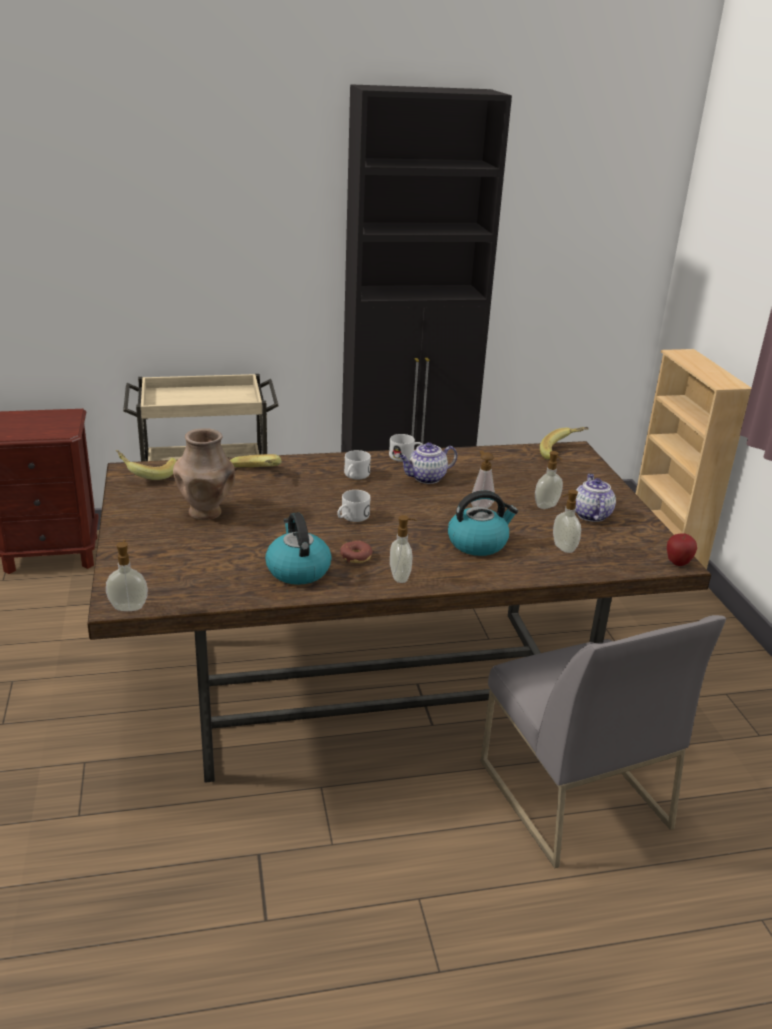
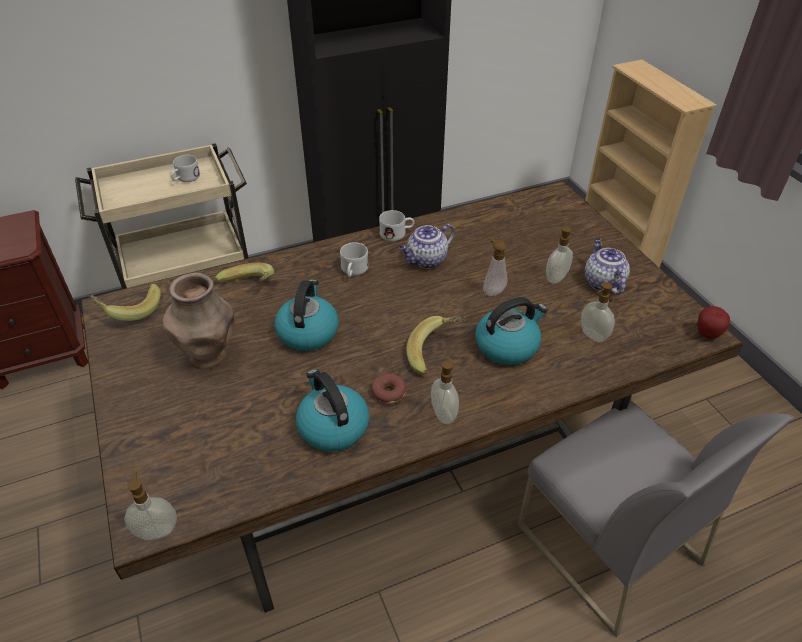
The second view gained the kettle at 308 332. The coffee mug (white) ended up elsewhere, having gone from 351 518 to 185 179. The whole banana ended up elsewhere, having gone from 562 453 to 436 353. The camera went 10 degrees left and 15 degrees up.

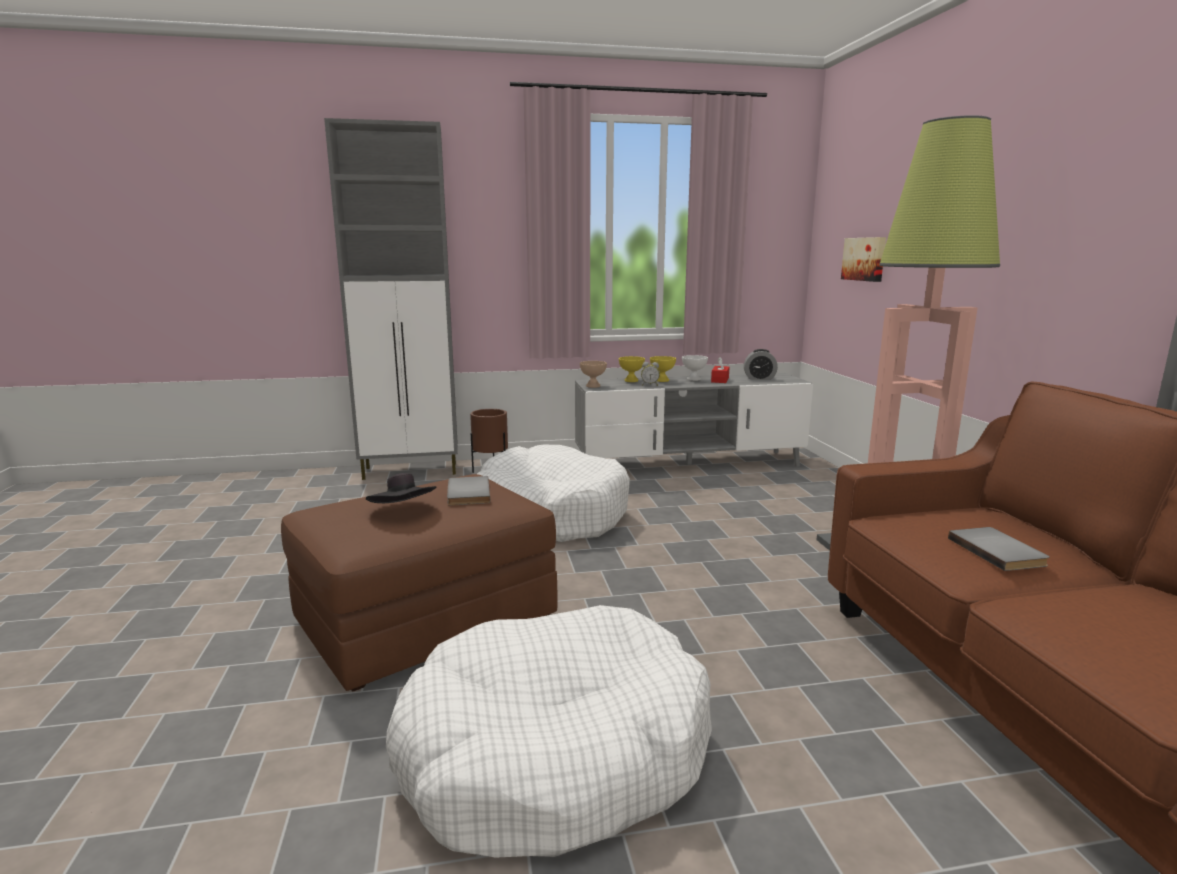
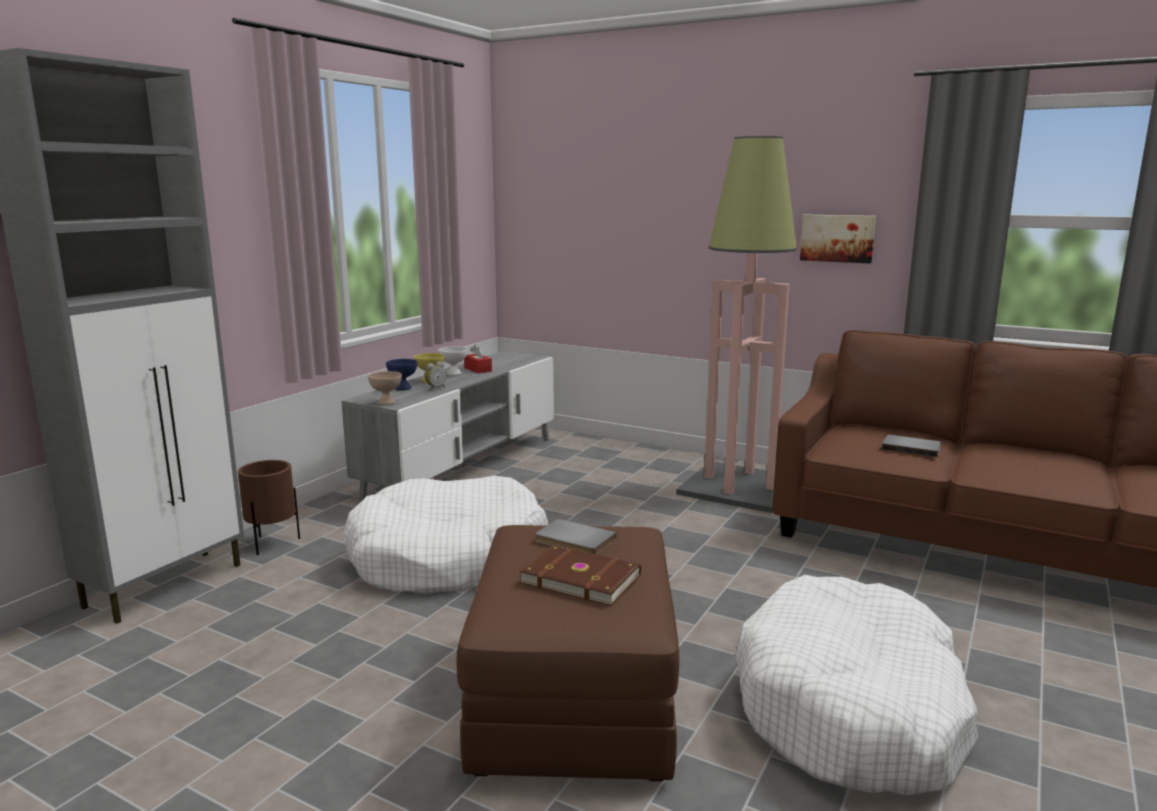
The second view lost the bedside clock at 759 378. The wall art ended up elsewhere, having gone from 865 259 to 837 238. Where the clothing hat (black-coloured) stood at 404 511, the book (brownish) came to stand at 580 578. What was the deep dish (yellow-coloured) at 631 381 turned into the deep dish (blue-coloured) at 403 388. The camera went 50 degrees left and 0 degrees up.

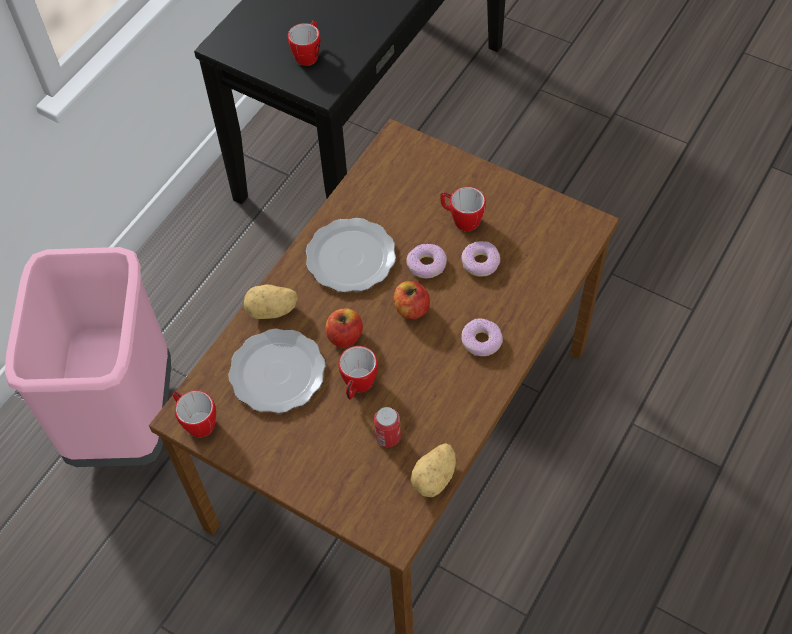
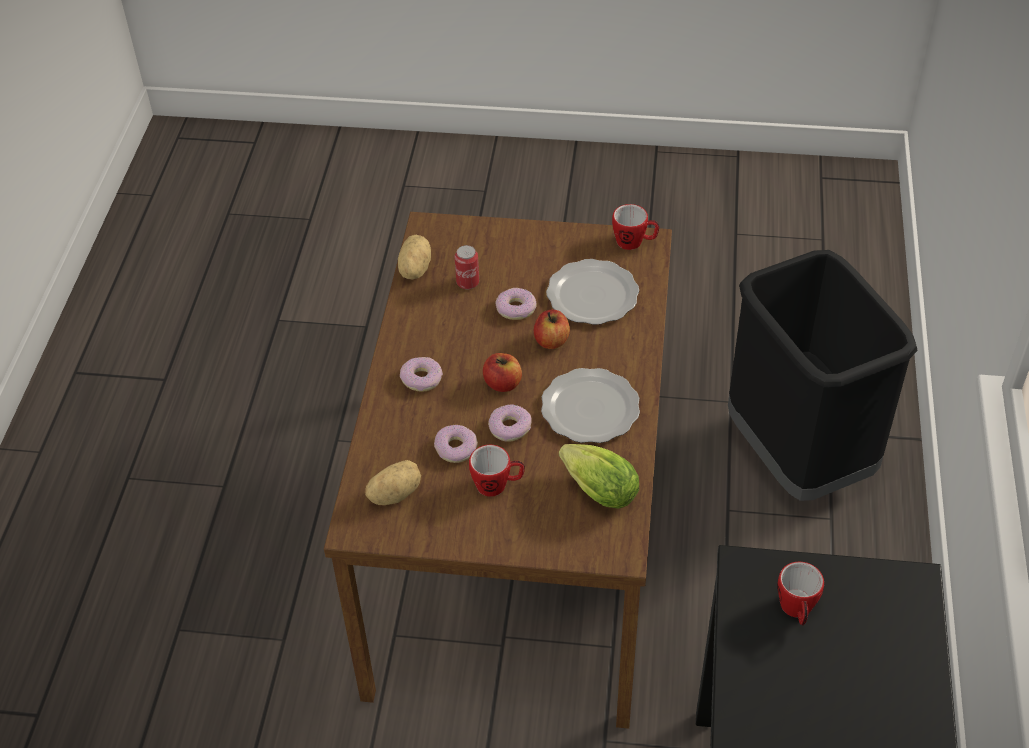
The second view gained the head of lettuce at 595 489. The spud ended up elsewhere, having gone from 272 311 to 394 493. Where the coffee mug stood at 357 386, the donut came to stand at 515 308. What was the trash can (pink) at 124 417 turned into the trash can (black-coloured) at 799 457. The camera went 155 degrees right and 10 degrees down.

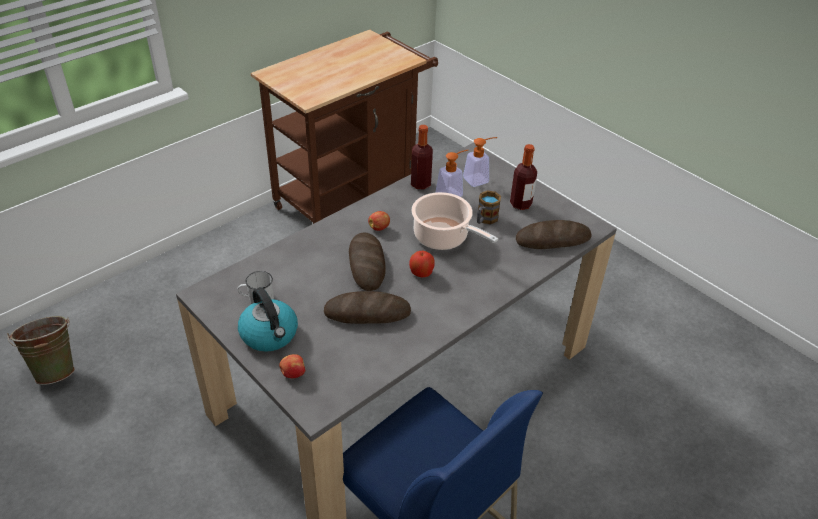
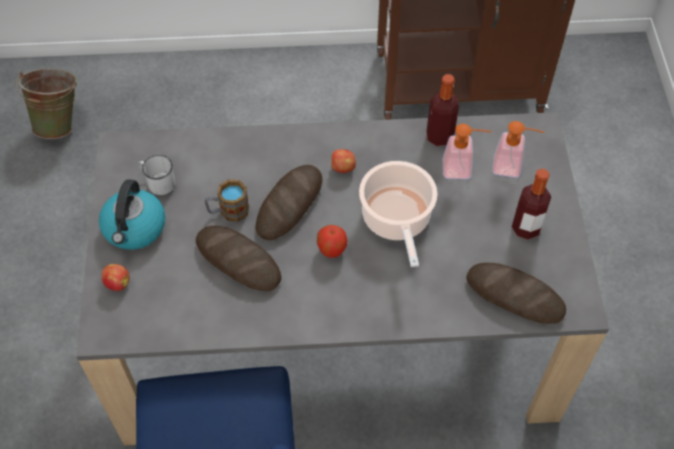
The coffee mug ended up elsewhere, having gone from 485 219 to 228 211. The camera went 40 degrees right and 15 degrees up.

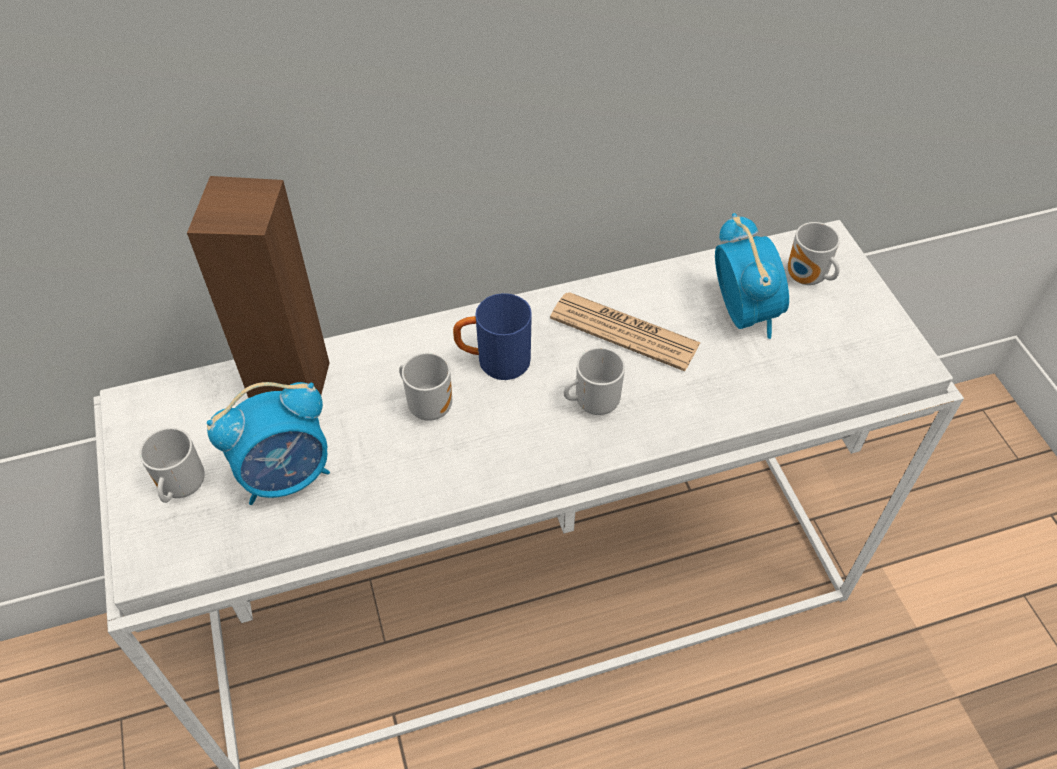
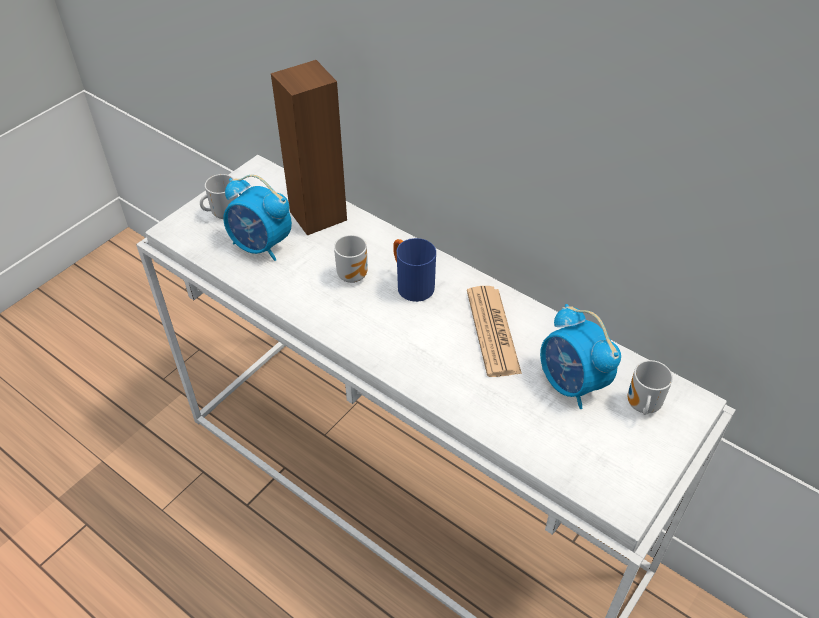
The second view lost the coffee mug at 593 403. The bedside clock at 742 313 ended up facing another way, 105 degrees clockwise from before. The camera went 55 degrees right and 5 degrees down.

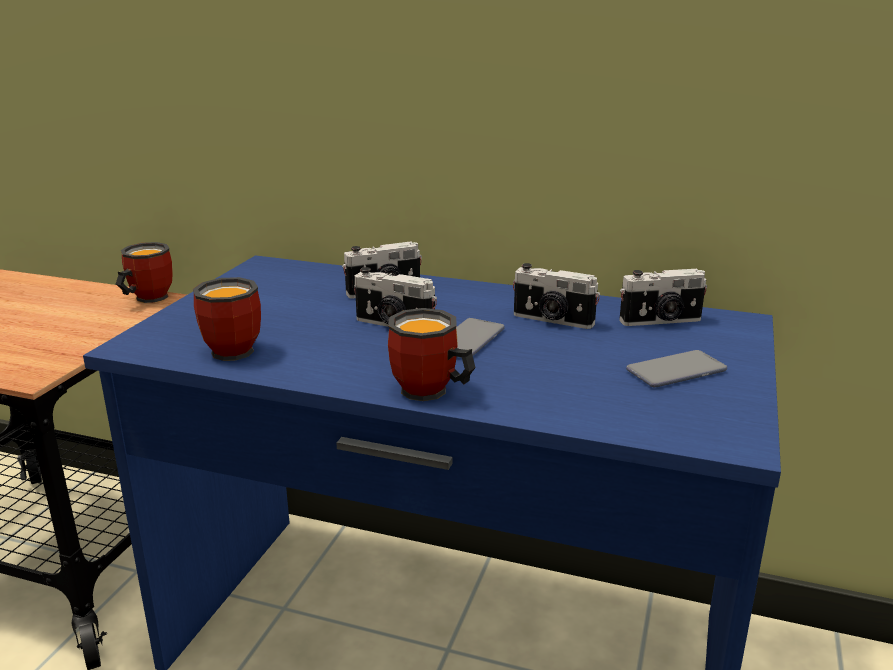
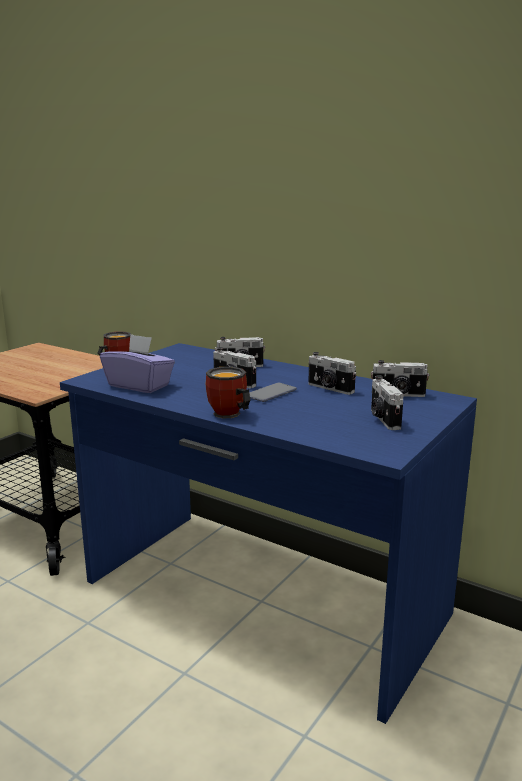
Where the coffee mug stood at 236 348, the box of tissues (purple-coloured) came to stand at 139 385. Where the phone stood at 676 371, the still camera came to stand at 383 419. The camera went 15 degrees right and 5 degrees down.

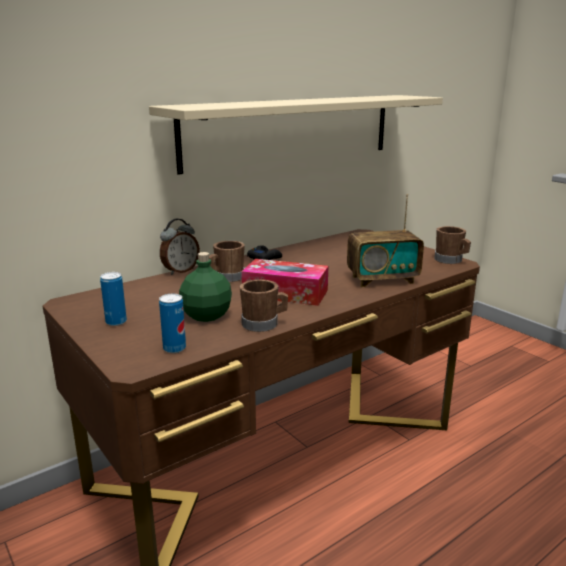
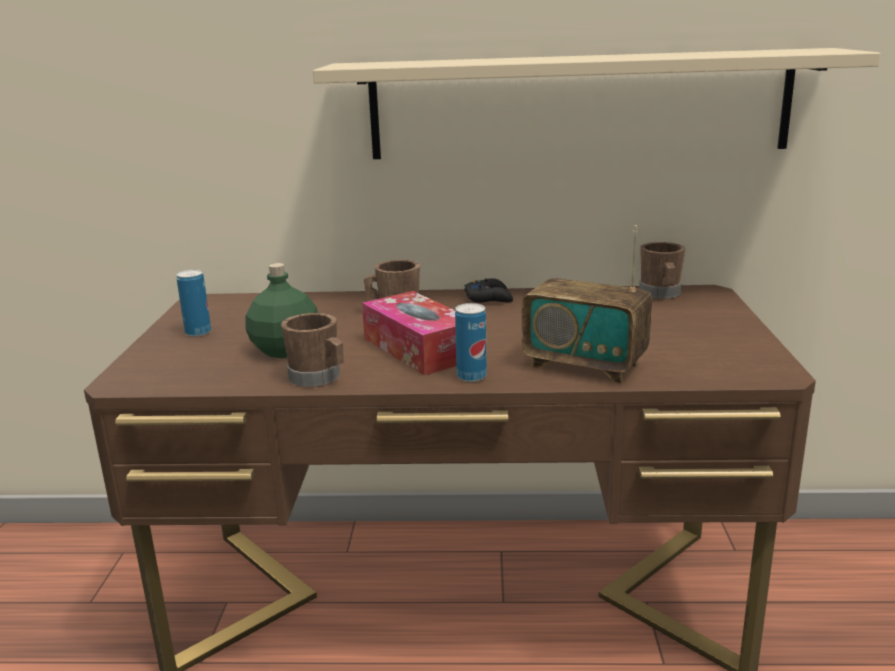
The second view lost the bedside clock at 180 271. The can ended up elsewhere, having gone from 174 348 to 471 376. The coffee mug (brownish) ended up elsewhere, having gone from 450 260 to 661 294. The camera went 40 degrees right and 0 degrees up.

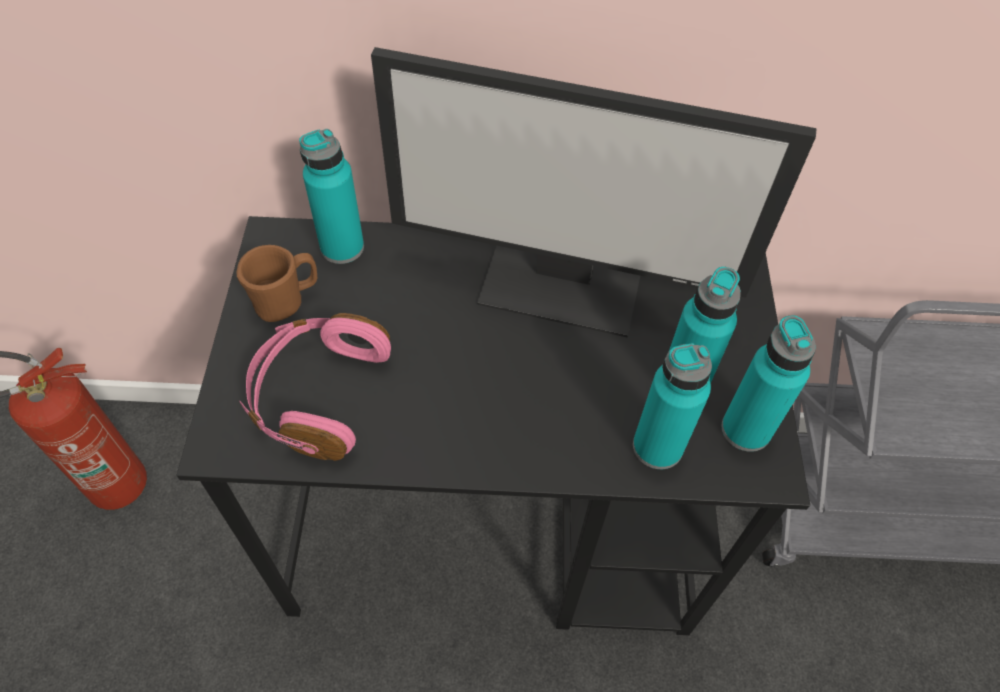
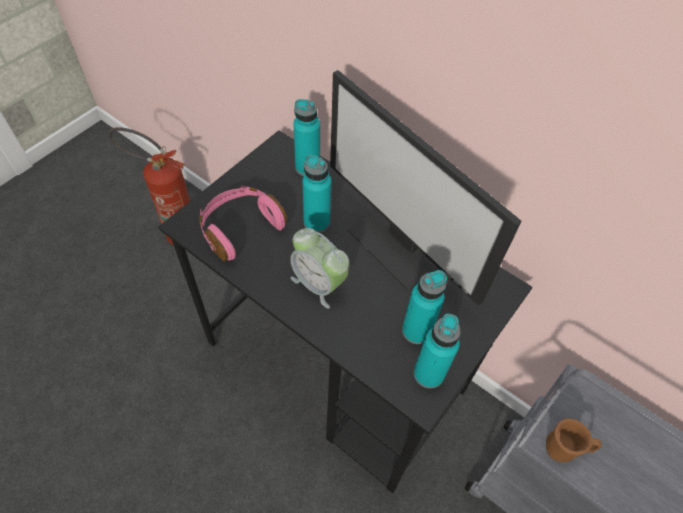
The second view gained the bedside clock at 318 284. The coffee mug (brownish) ended up elsewhere, having gone from 286 301 to 565 448. The drink bottle (blue-green) ended up elsewhere, having gone from 657 446 to 316 222. The camera went 35 degrees right and 0 degrees up.

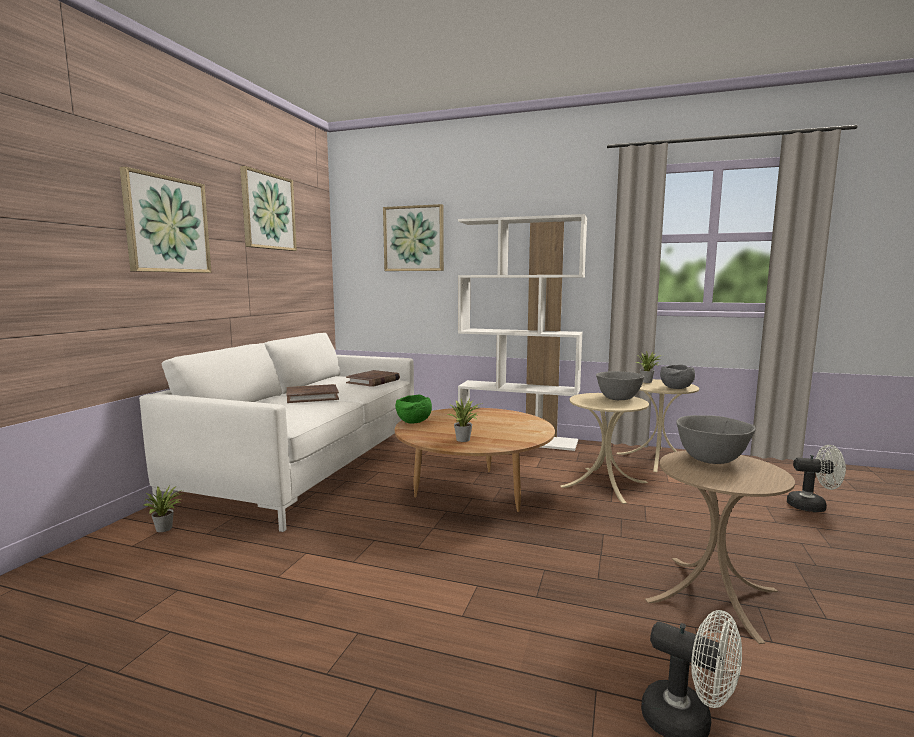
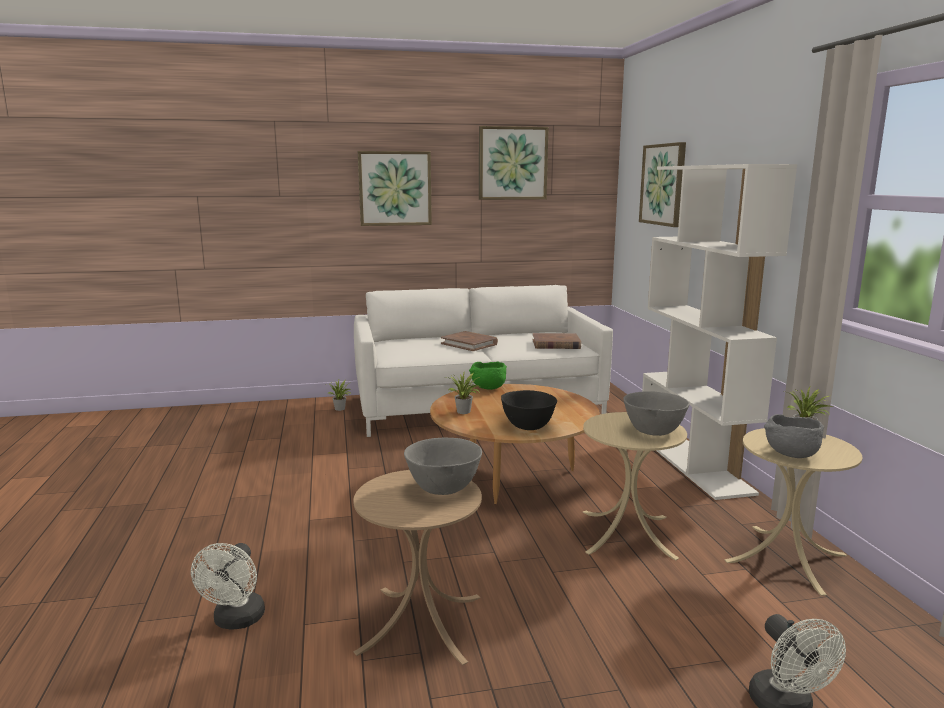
The second view gained the deep dish (black-coloured) at 527 426. The camera went 60 degrees right and 5 degrees up.

